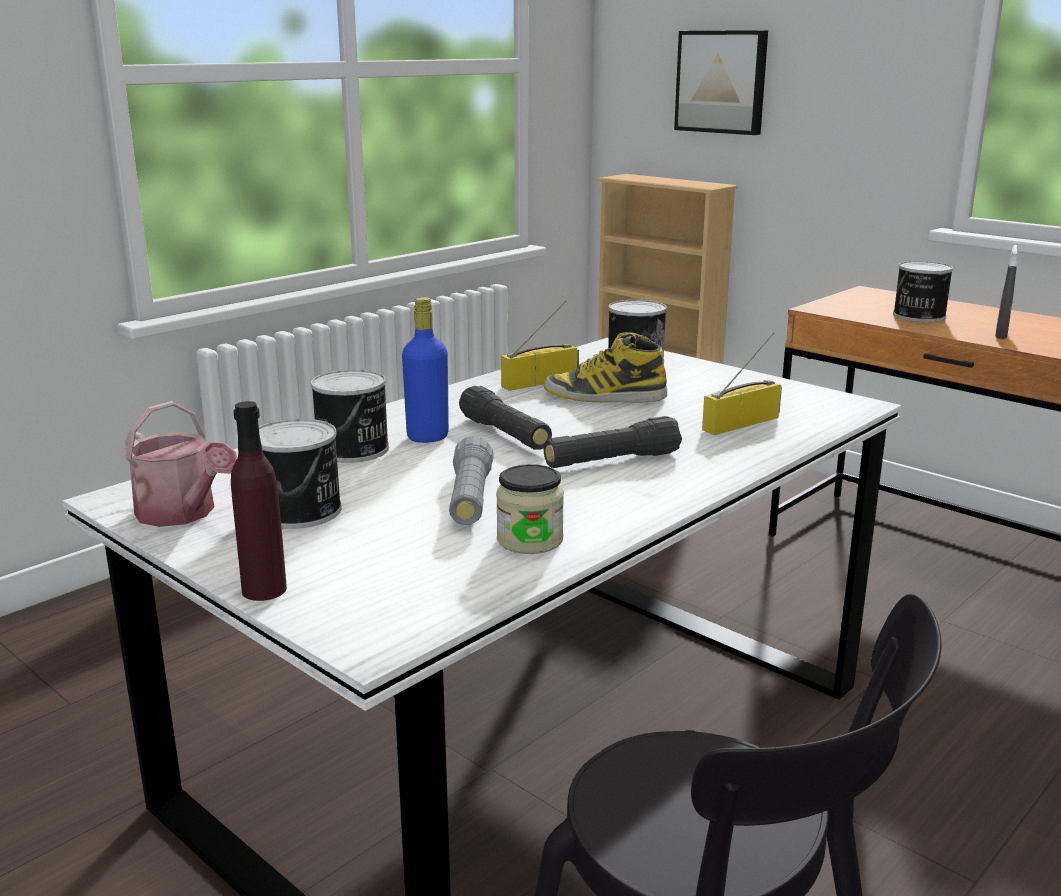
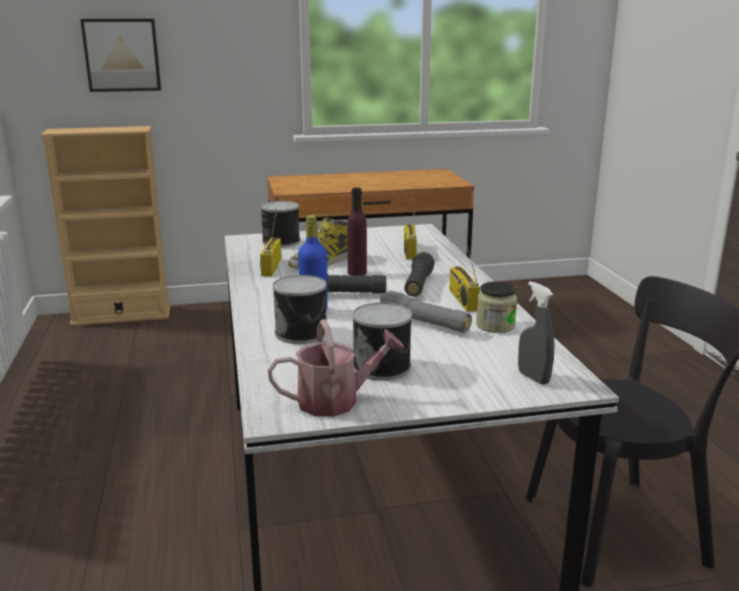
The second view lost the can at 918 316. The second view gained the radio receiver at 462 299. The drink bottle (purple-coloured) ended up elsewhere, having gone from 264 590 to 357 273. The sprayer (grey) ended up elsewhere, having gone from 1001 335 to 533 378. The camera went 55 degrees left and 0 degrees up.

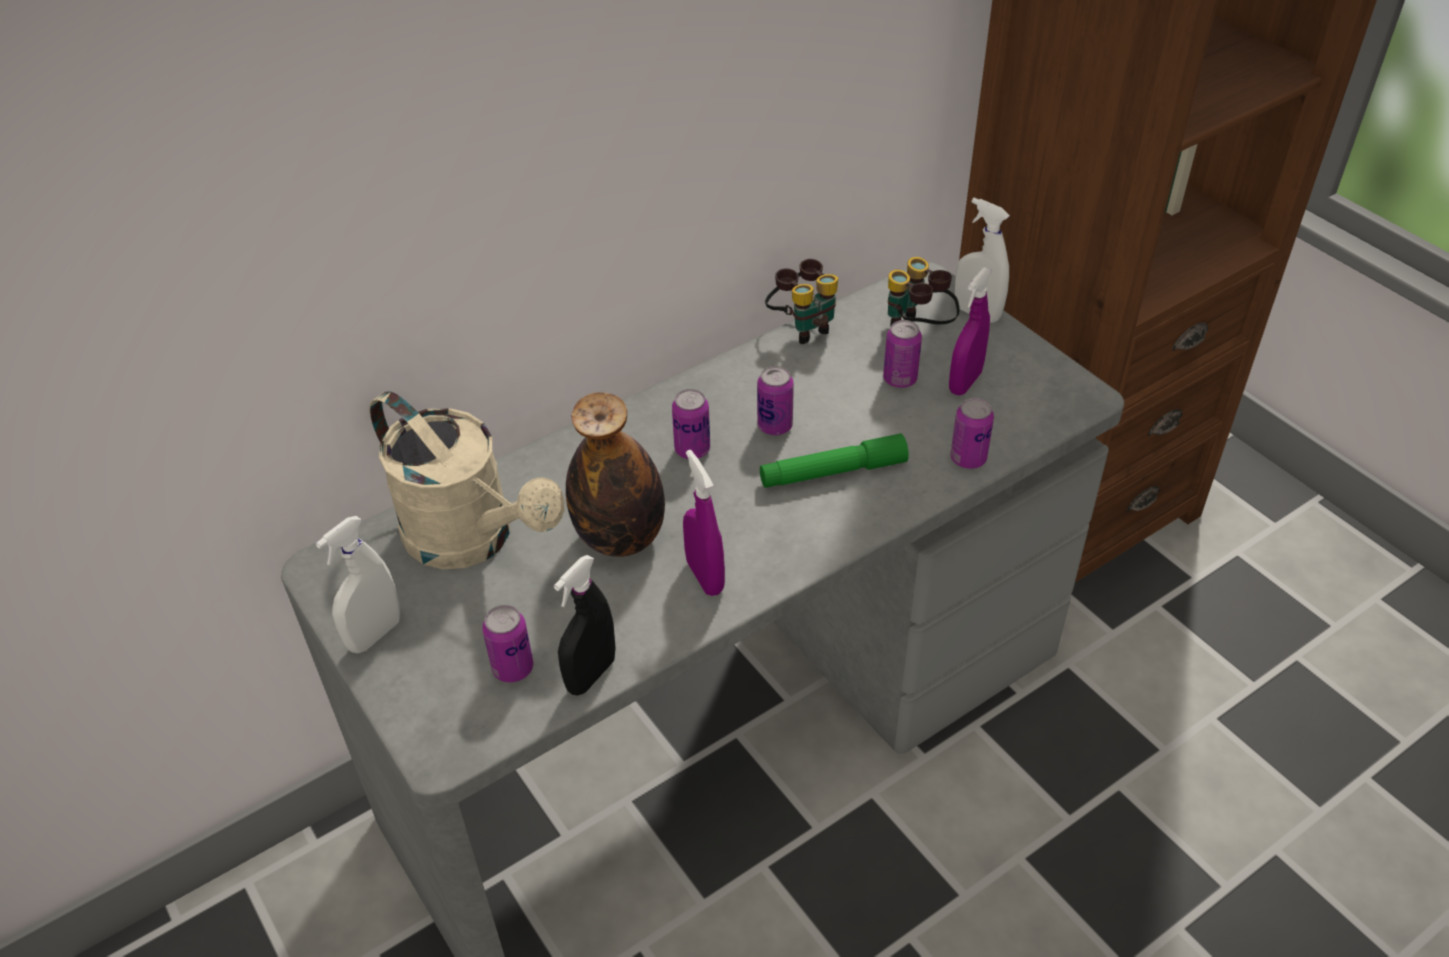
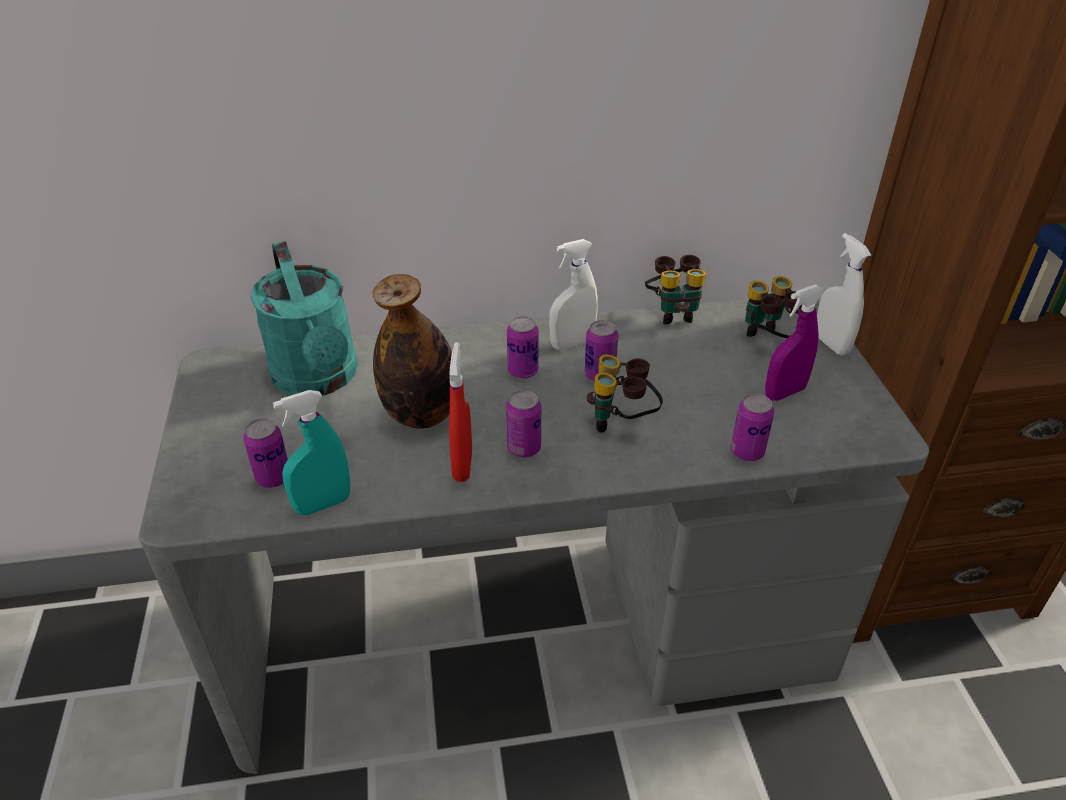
The sprayer (white) ended up elsewhere, having gone from 375 635 to 572 343. The can ended up elsewhere, having gone from 900 379 to 524 448. Where the flashlight (green) stood at 833 472, the pair of binoculars came to stand at 622 424. What was the watering pot (beige) at 473 539 turned into the watering pot (blue-green) at 319 379. What was the sprayer (black-coloured) at 591 675 turned into the sprayer (blue-green) at 323 504. What was the sprayer (purple-coloured) at 704 577 turned into the sprayer (red) at 462 465. The camera went 25 degrees right and 5 degrees down.

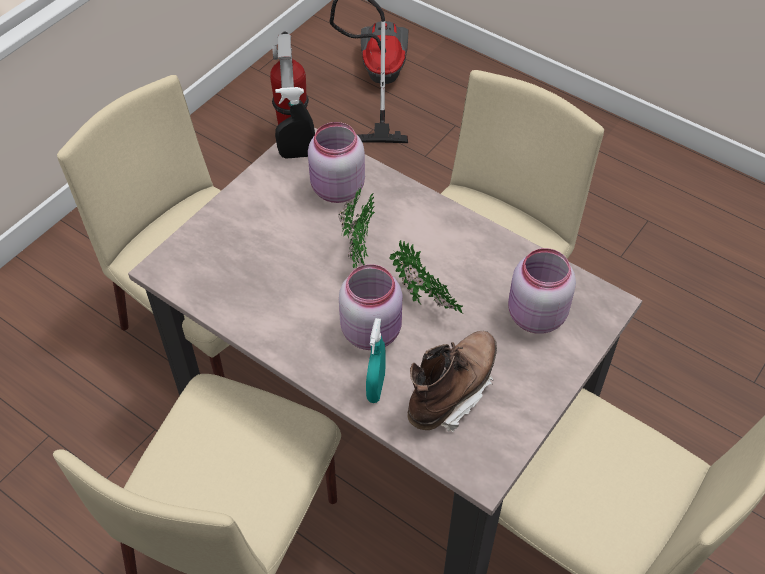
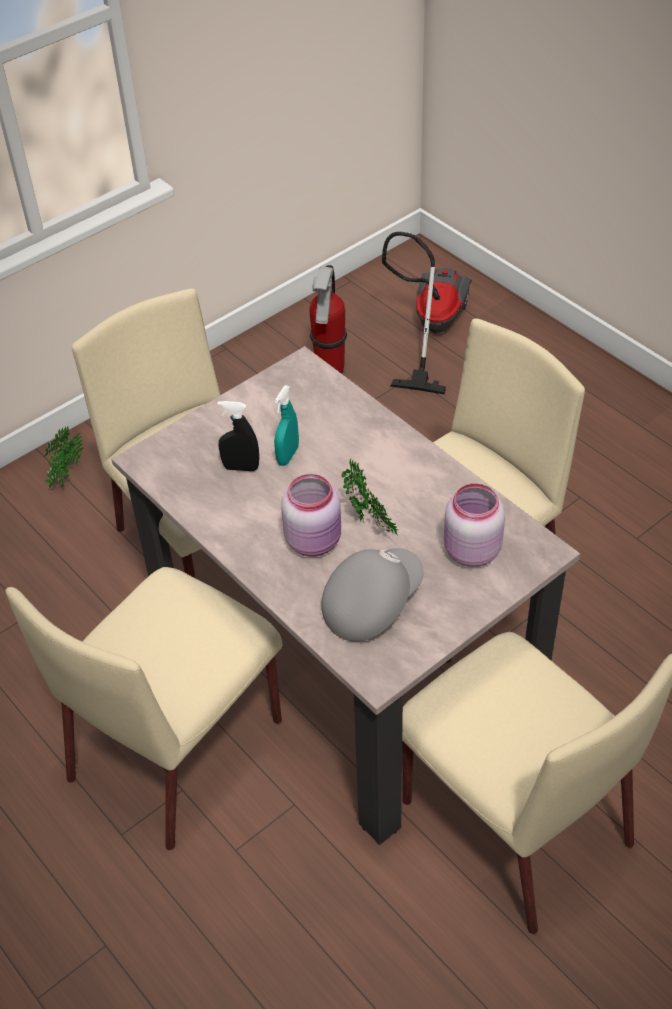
The second view lost the preserve jar (pink) at 336 190. The sprayer (black-coloured) ended up elsewhere, having gone from 297 155 to 241 467. The plant in a pot ended up elsewhere, having gone from 357 255 to 65 477. The sprayer (blue-green) ended up elsewhere, having gone from 376 387 to 288 456. Where the high-top boot (brownish) stood at 451 391, the cap (grey) came to stand at 371 603. The camera went 15 degrees right and 5 degrees down.

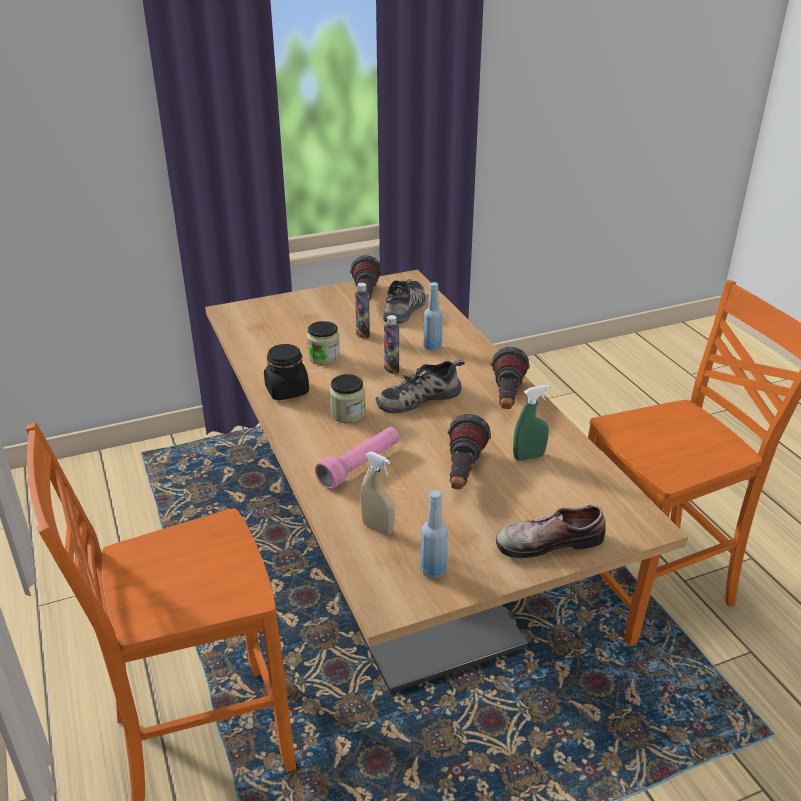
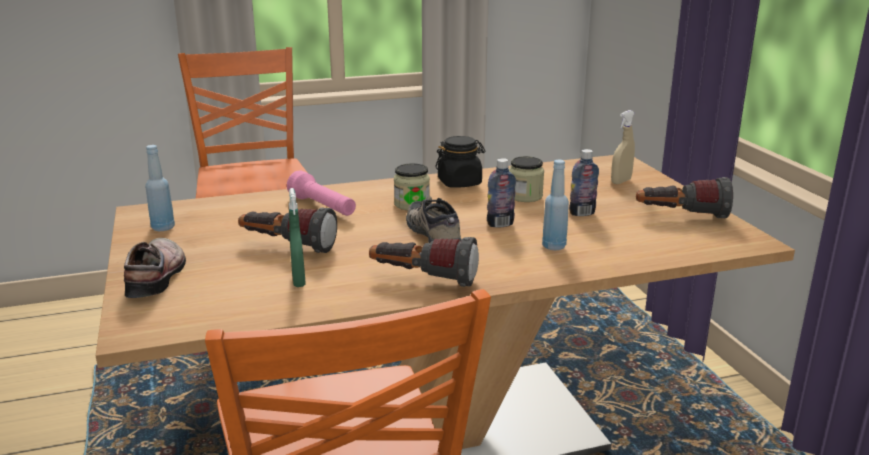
The second view lost the item of footwear at 406 308. The sprayer (beige) ended up elsewhere, having gone from 378 528 to 621 181. The camera went 95 degrees right and 10 degrees down.

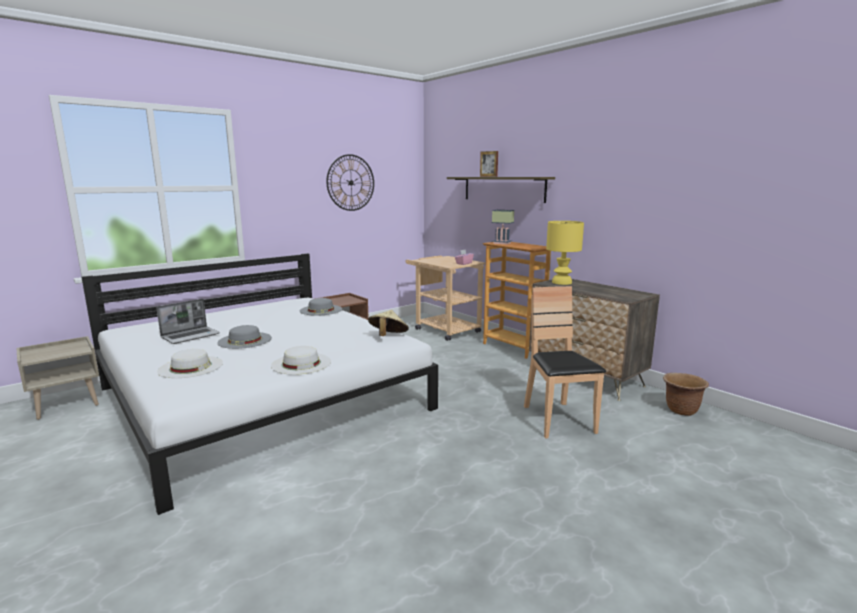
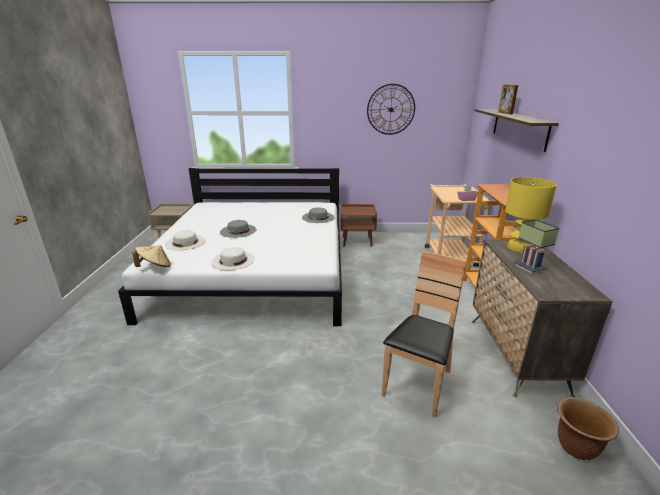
The second view lost the portable computer at 191 336. The clothing hat (beige) ended up elsewhere, having gone from 388 337 to 155 267. The tabletop lamp ended up elsewhere, having gone from 501 243 to 527 267. The camera went 40 degrees right and 10 degrees up.

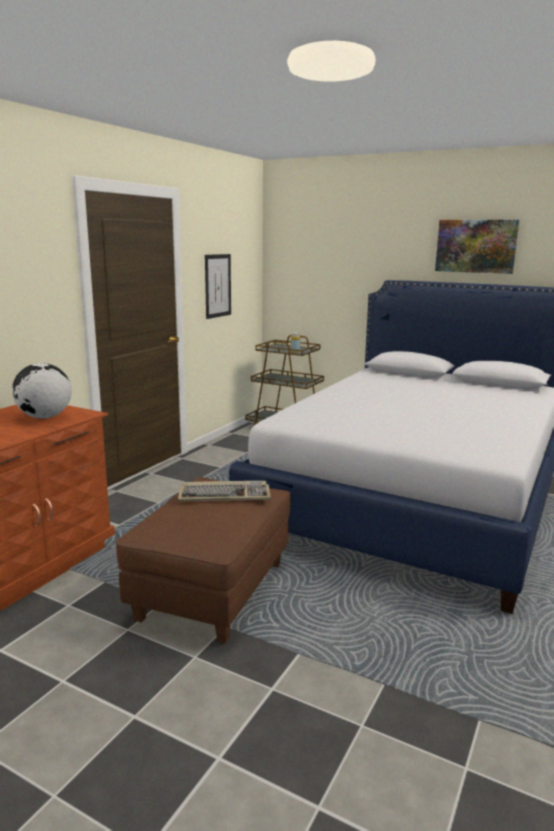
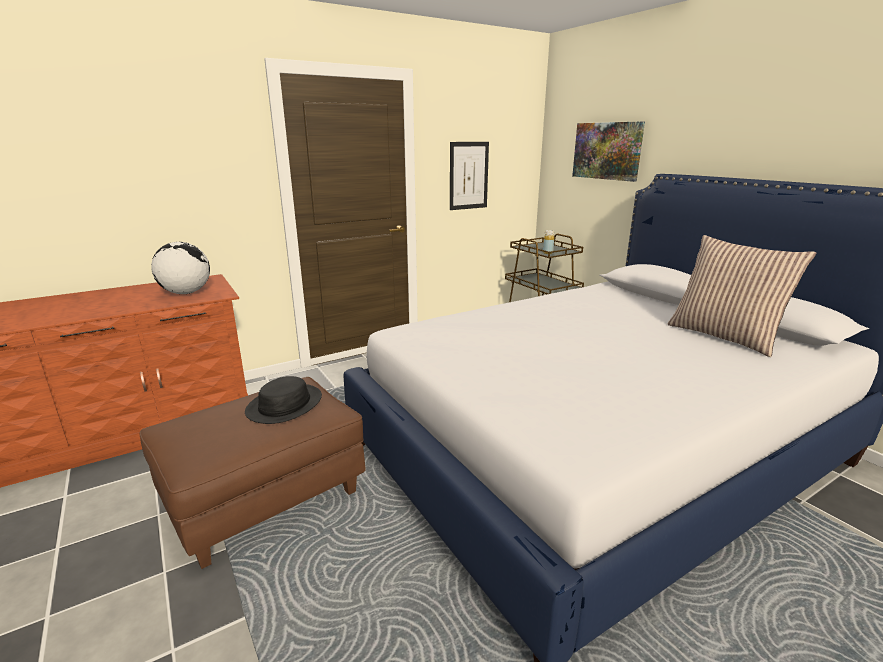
The second view gained the cushion at 724 336. The wall art ended up elsewhere, having gone from 476 246 to 607 151. Where the keyboard stood at 225 495, the clothing hat (black-coloured) came to stand at 285 405. The camera went 30 degrees right and 5 degrees up.

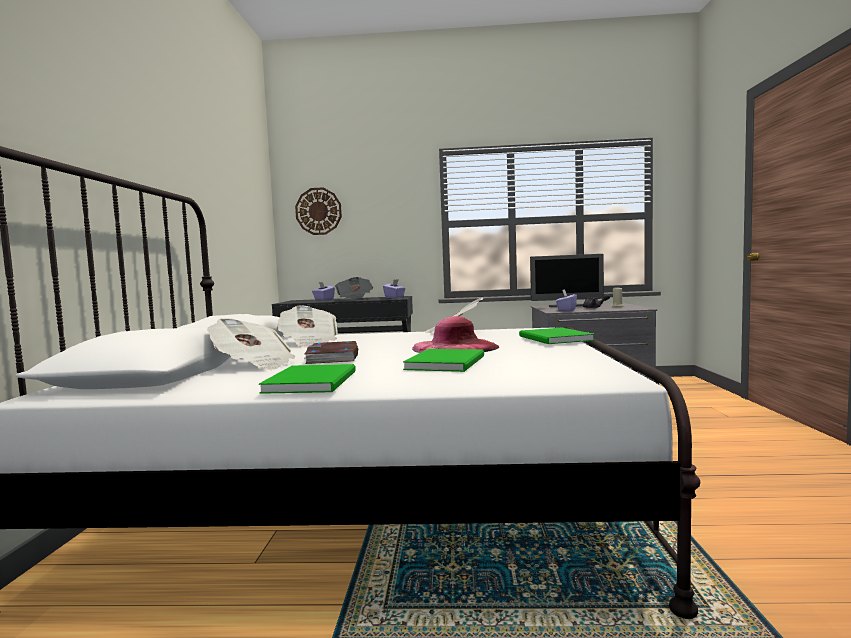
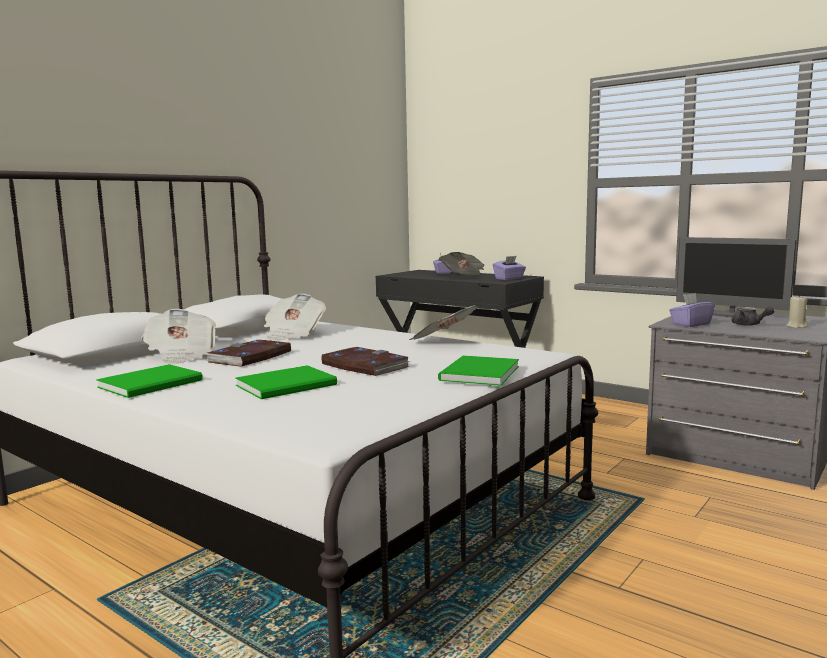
The second view lost the clock on the wall at 318 211. Where the clothing hat (pink) stood at 455 347, the book came to stand at 364 366. The camera went 35 degrees right and 5 degrees up.

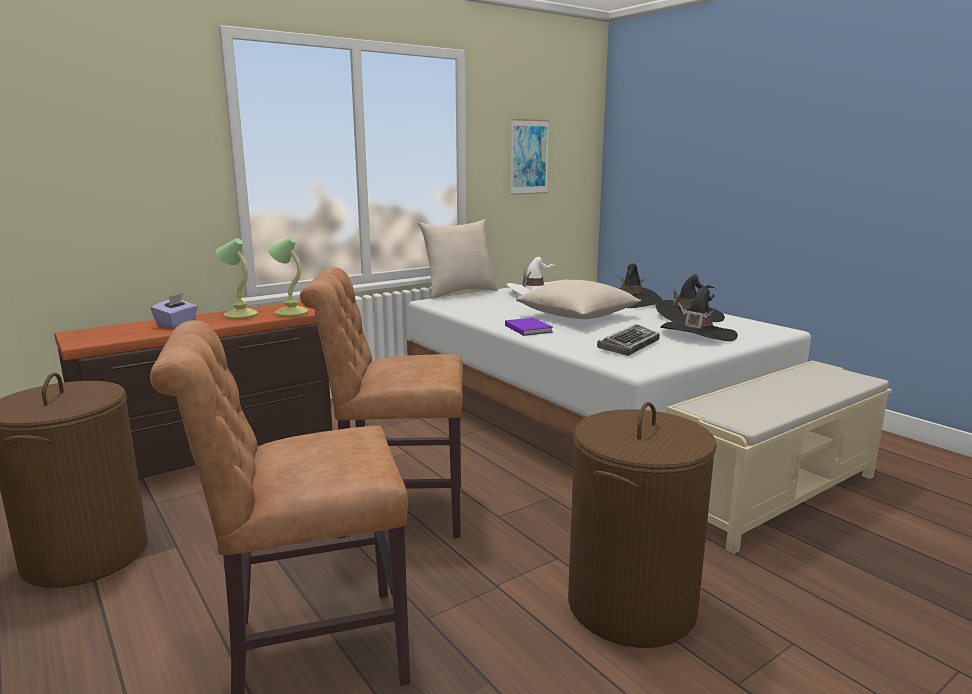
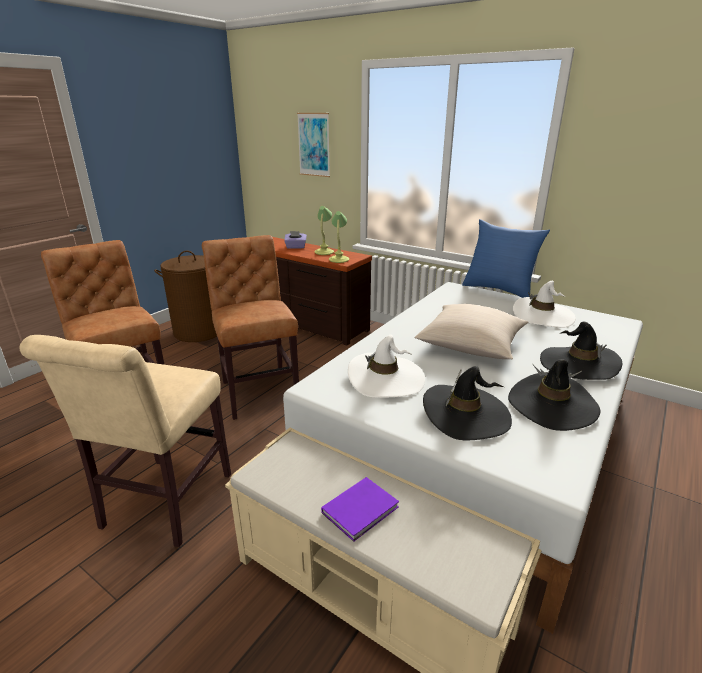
The book (purple-coloured) ended up elsewhere, having gone from 528 328 to 362 509. The wall art ended up elsewhere, having gone from 529 157 to 314 145. Where the washing basket (brownish) stood at 632 606, the chair (beige) came to stand at 164 505. Where the keyboard stood at 629 345, the clothing hat (white) came to stand at 386 379. What was the cushion (beige) at 459 292 turned into the cushion (blue-coloured) at 499 290. The camera went 70 degrees right and 10 degrees up.

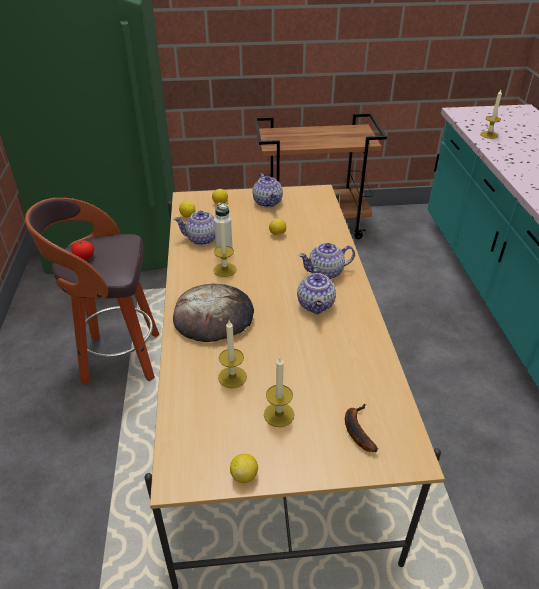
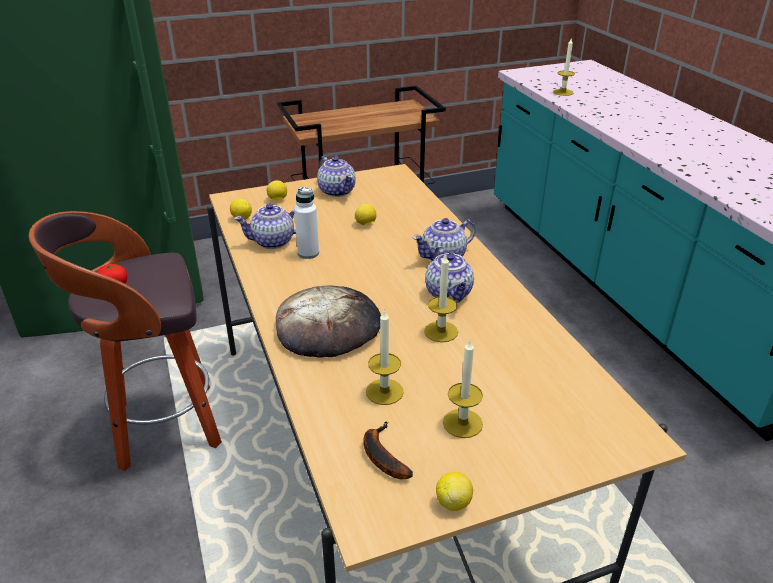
The wax candle ended up elsewhere, having gone from 225 270 to 441 331. The whole banana ended up elsewhere, having gone from 356 429 to 381 455. The camera went 15 degrees left and 5 degrees down.

